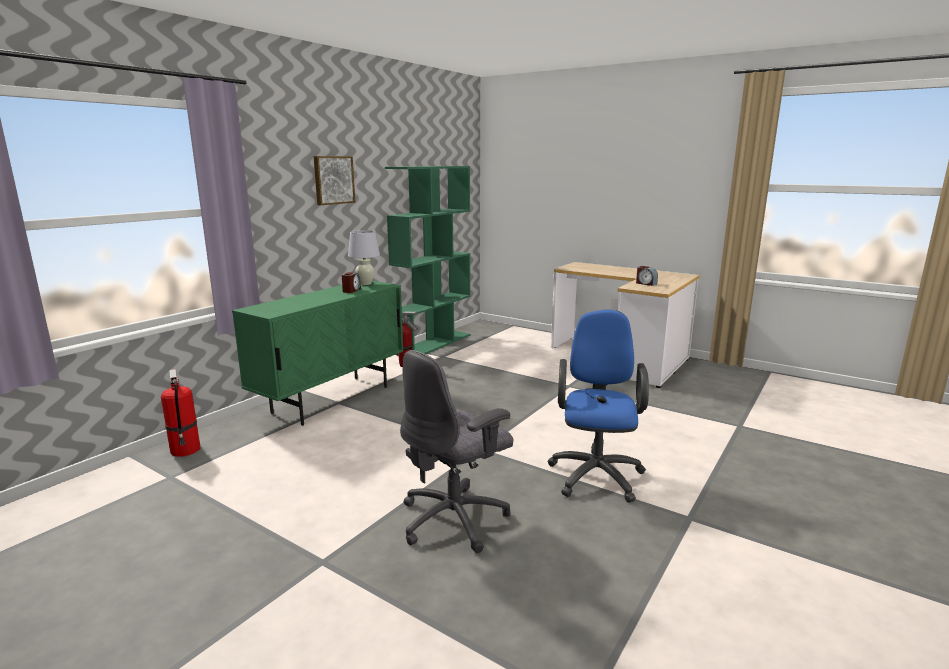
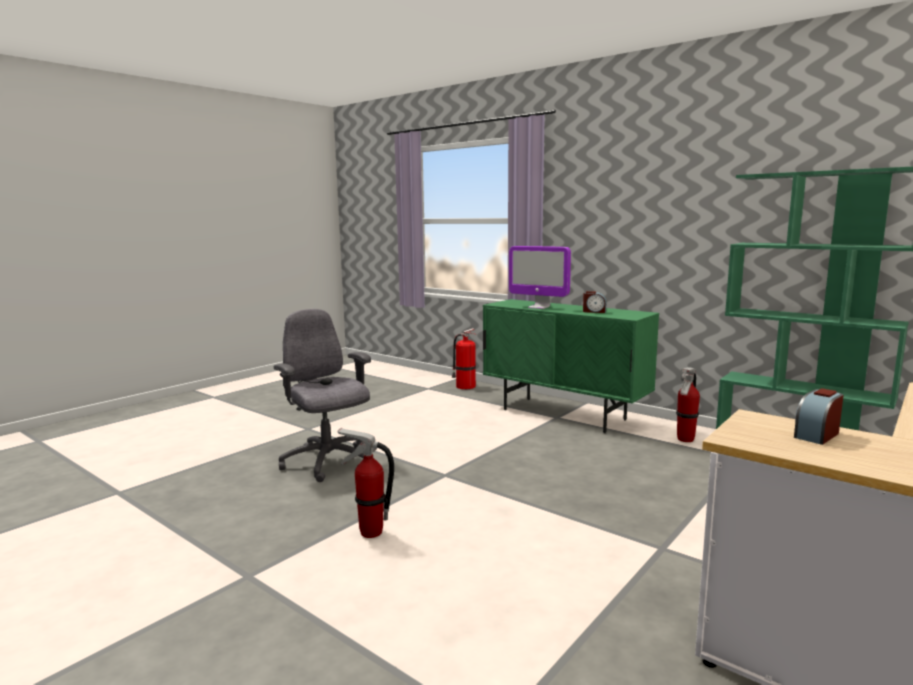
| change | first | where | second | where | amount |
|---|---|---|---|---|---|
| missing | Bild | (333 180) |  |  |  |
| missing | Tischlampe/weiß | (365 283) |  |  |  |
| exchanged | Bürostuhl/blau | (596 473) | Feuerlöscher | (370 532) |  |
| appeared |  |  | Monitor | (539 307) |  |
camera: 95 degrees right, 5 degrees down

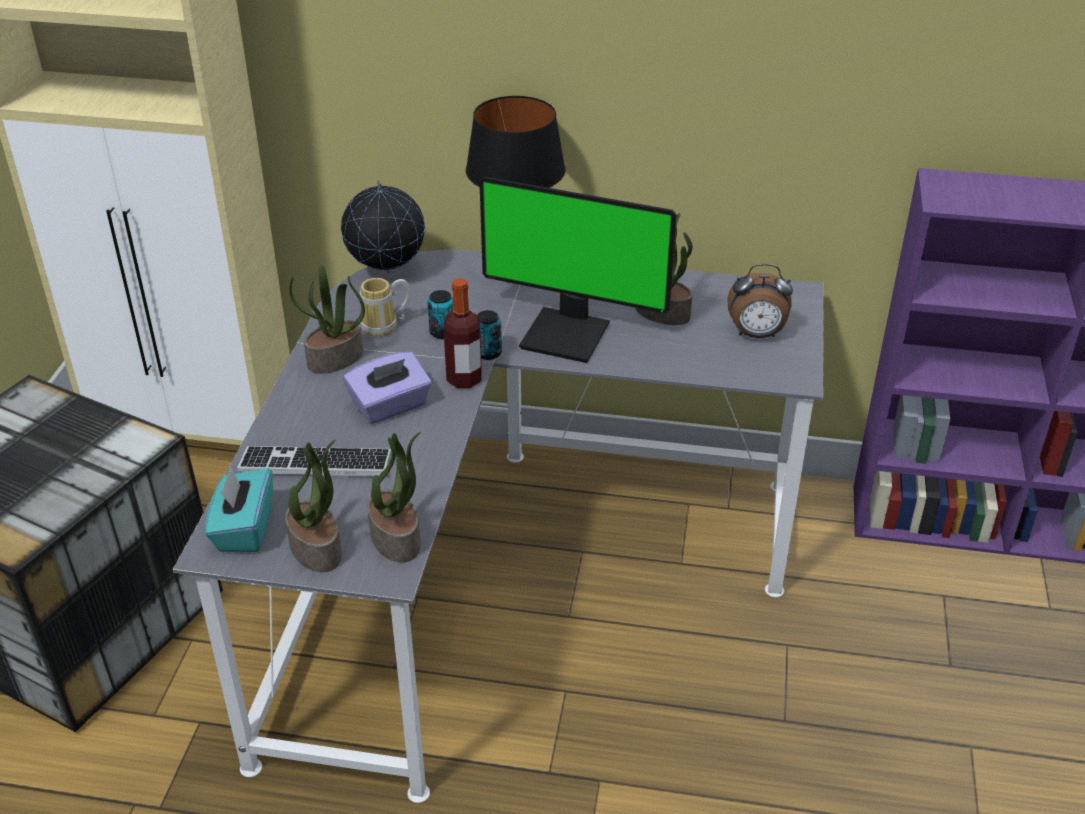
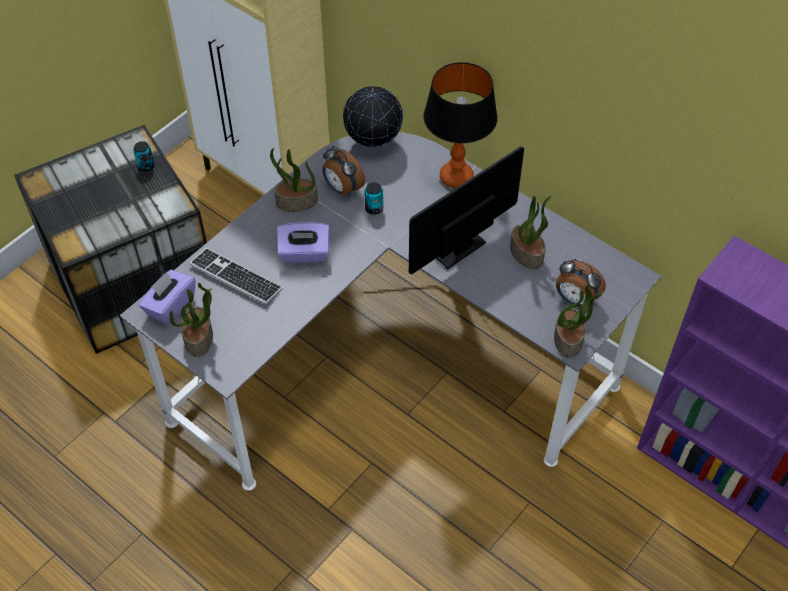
| change | first | where | second | where | amount |
|---|---|---|---|---|---|
| spun | Monitor | (568 334) |  | (451 244) | 90 degrees clockwise |
| exchanged | Henkelbecher | (385 327) | Wecker | (342 189) |  |
| missing | Flasche | (464 379) |  |  |  |
| relocated | Dose | (488 353) |  | (146 166) |  |
| relocated | Topfpflanze | (396 538) |  | (569 339) |  |
| colour | Taschentuchbox/türkis | (244 529) | Taschentuchbox/lila | (170 306) |  |
camera: 30 degrees right, 15 degrees up

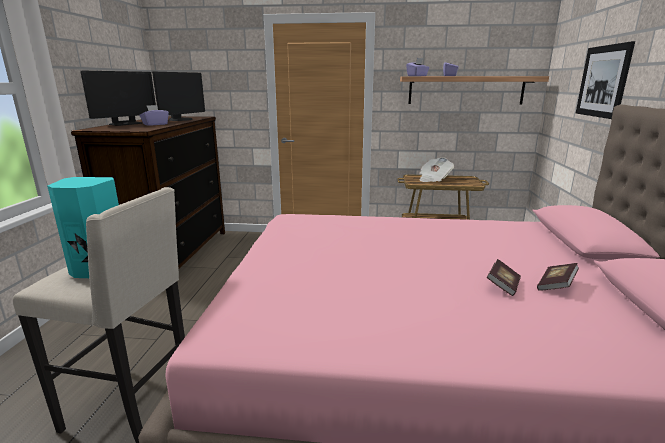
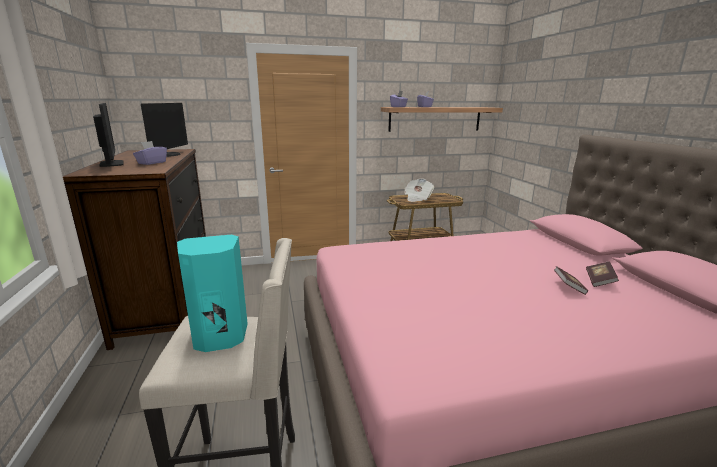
| change | first | where | second | where | amount |
|---|---|---|---|---|---|
| missing | Bild | (603 81) |  |  |  |
| spun | Monitor | (125 124) |  | (111 163) | 45 degrees counterclockwise |
camera: 20 degrees left, 0 degrees up

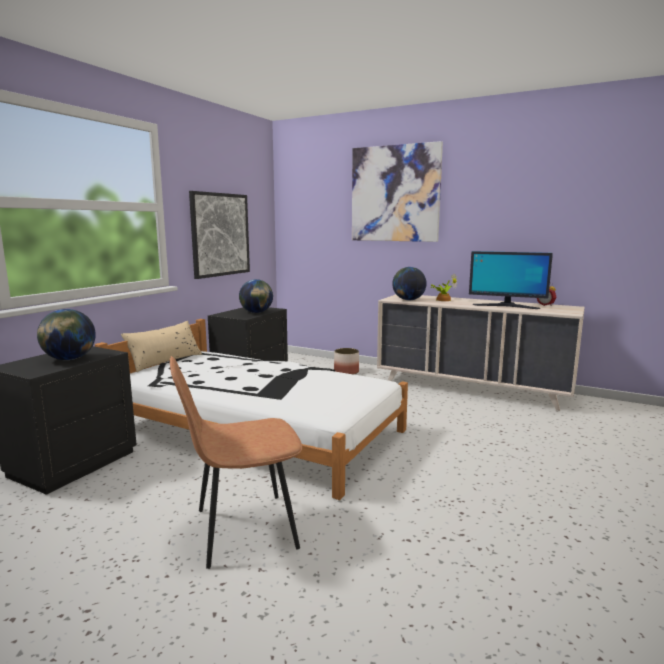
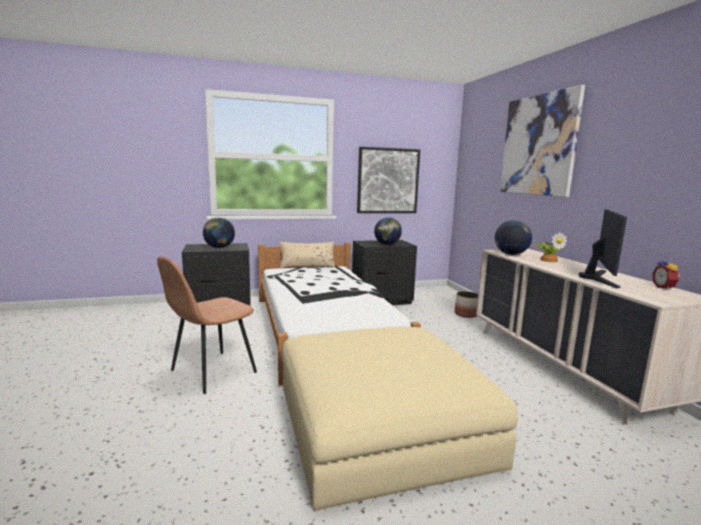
| change | first | where | second | where | amount |
|---|---|---|---|---|---|
| spun | Monitor | (506 306) |  | (598 278) | 135 degrees counterclockwise |
| spun | Stuhl/braun | (242 529) |  | (211 372) | 75 degrees counterclockwise |
| appeared |  |  | Polsterhocker/beige | (381 425) |  |
camera: 45 degrees right, 0 degrees up

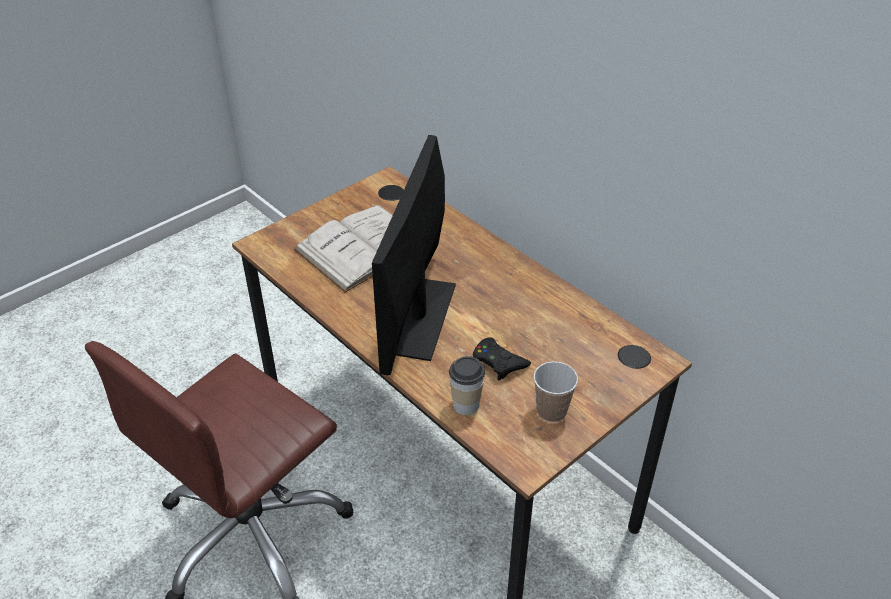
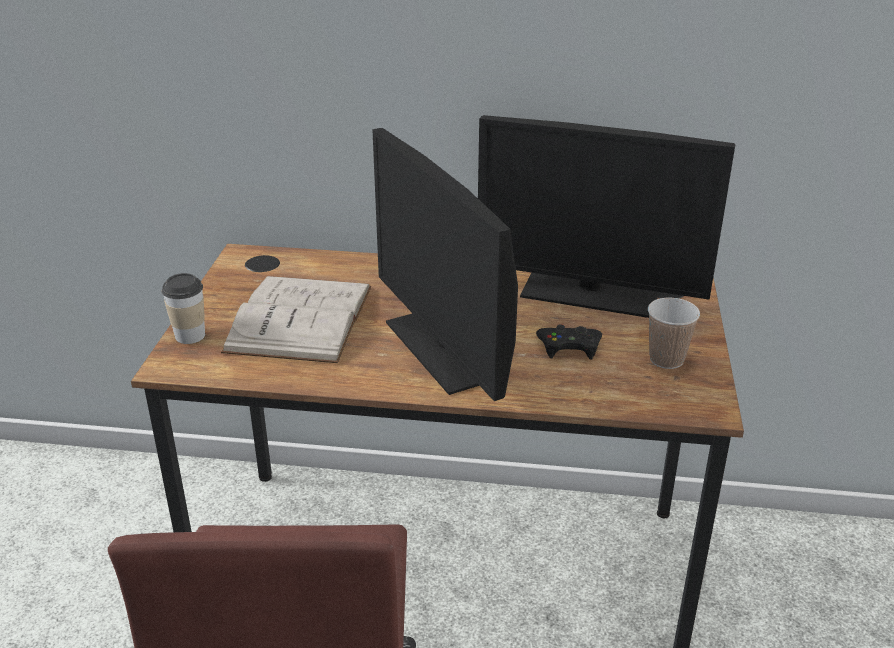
| change | first | where | second | where | amount |
|---|---|---|---|---|---|
| relocated | Tasse | (466 405) |  | (190 335) |  |
| appeared |  |  | Monitor | (590 293) |  |
camera: 40 degrees left, 10 degrees down

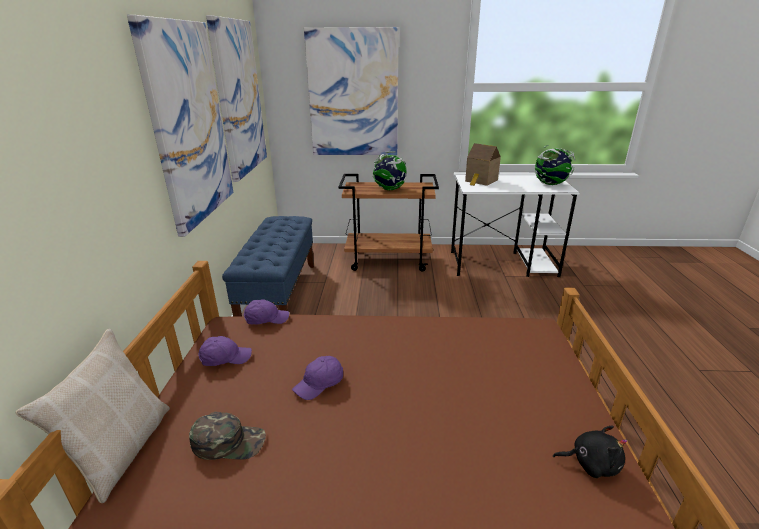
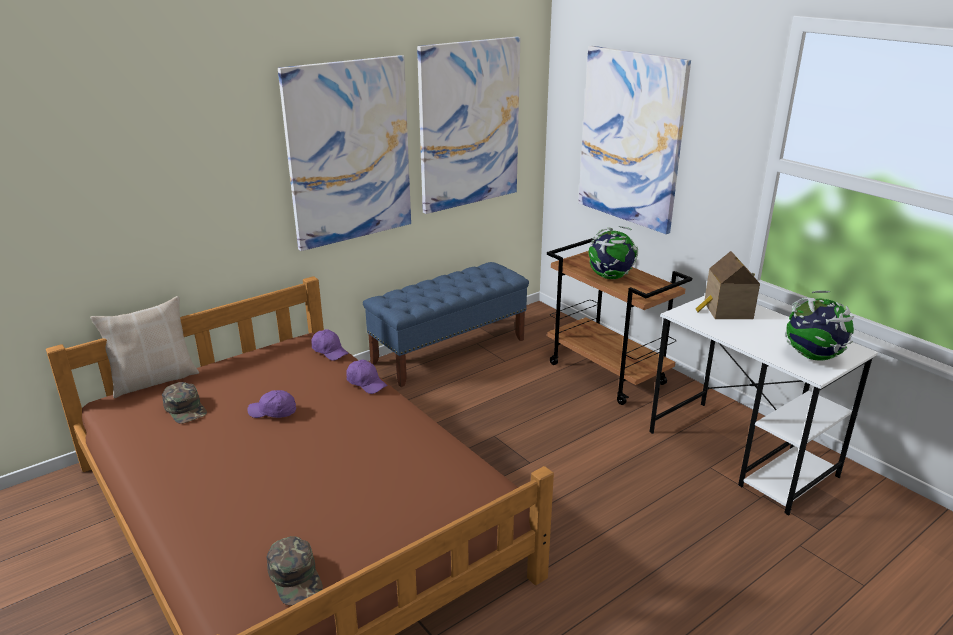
| change | first | where | second | where | amount |
|---|---|---|---|---|---|
| relocated | Kappe/lila | (225 358) |  | (366 383) |  |
| exchanged | Plüschtier/schwarz | (591 463) | Kappe/grün | (296 577) |  |
camera: 50 degrees right, 0 degrees up

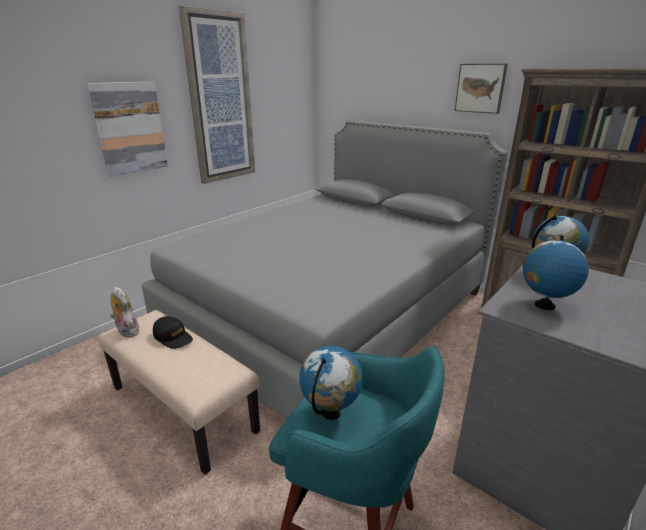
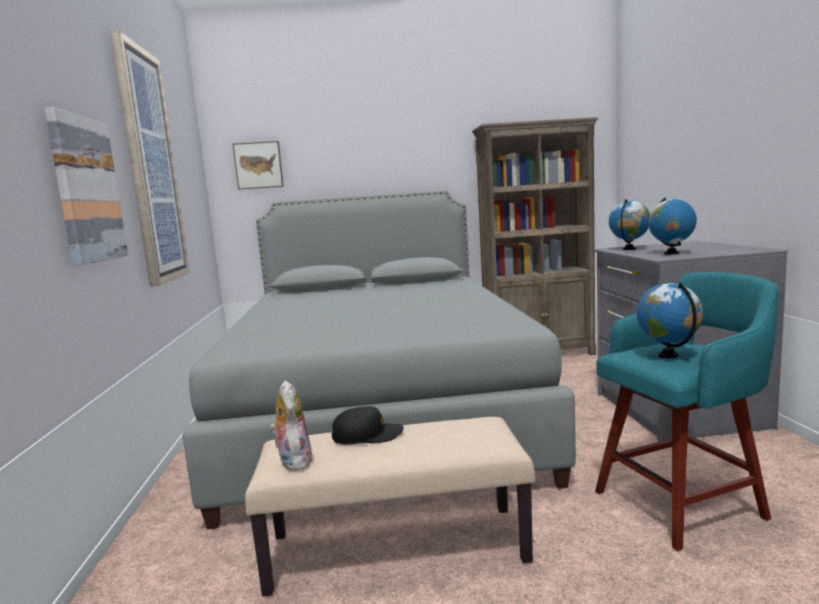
| change | first | where | second | where | amount |
|---|---|---|---|---|---|
| relocated | Bild | (480 88) |  | (258 165) |  |
| spun | Plüschtier | (126 331) |  | (293 461) | 75 degrees clockwise |
camera: 45 degrees left, 15 degrees down

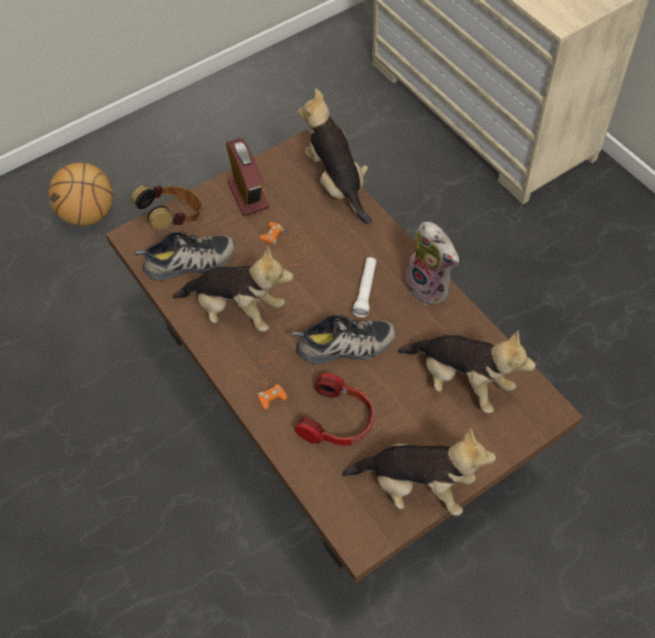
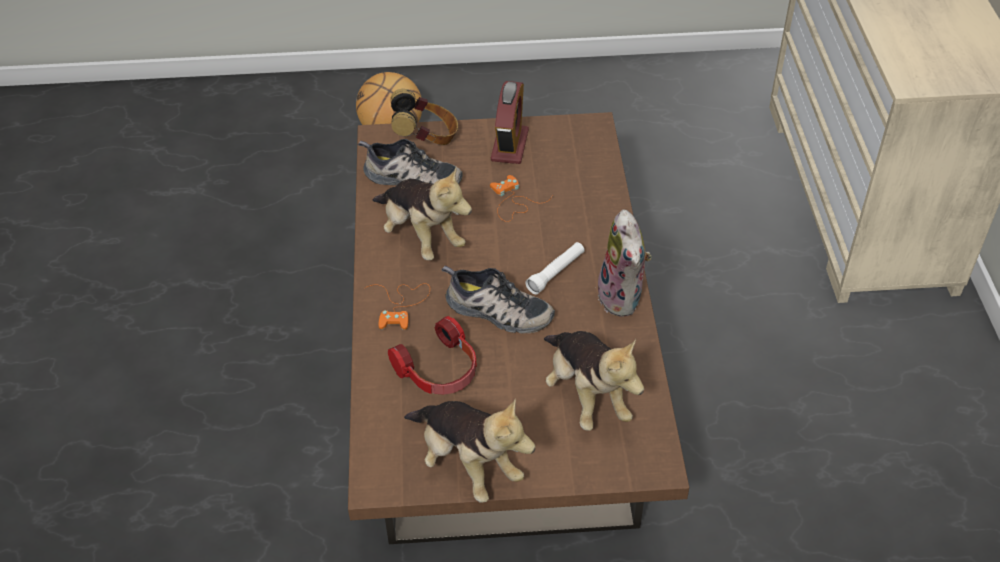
| change | first | where | second | where | amount |
|---|---|---|---|---|---|
| missing | Plüschtier | (337 183) |  |  |  |
camera: 30 degrees right, 10 degrees down

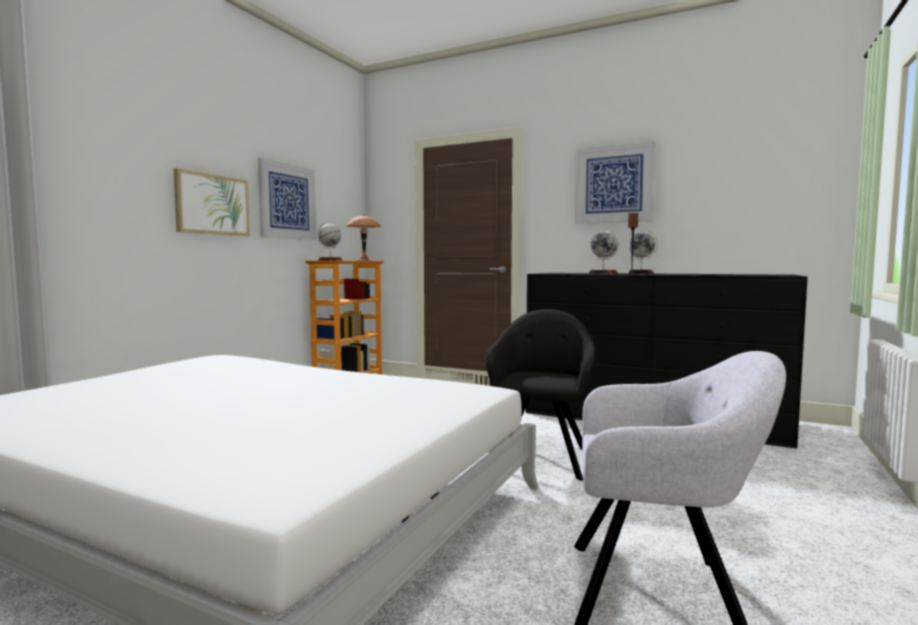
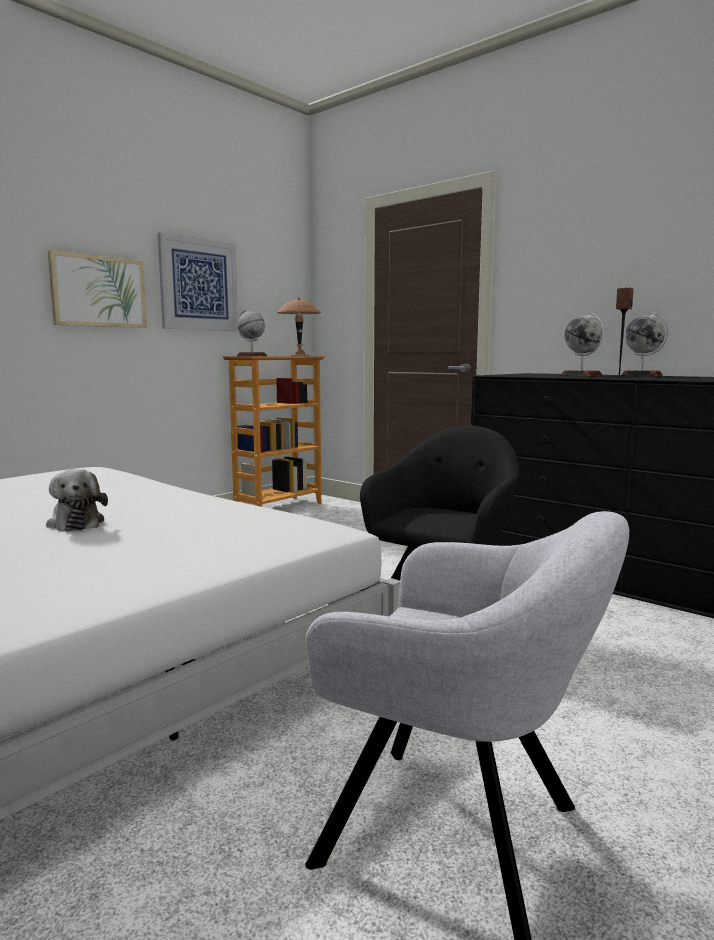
| change | first | where | second | where | amount |
|---|---|---|---|---|---|
| missing | Bild | (614 184) |  |  |  |
| appeared |  |  | Plüschtier | (76 523) |  |
camera: 15 degrees right, 5 degrees up

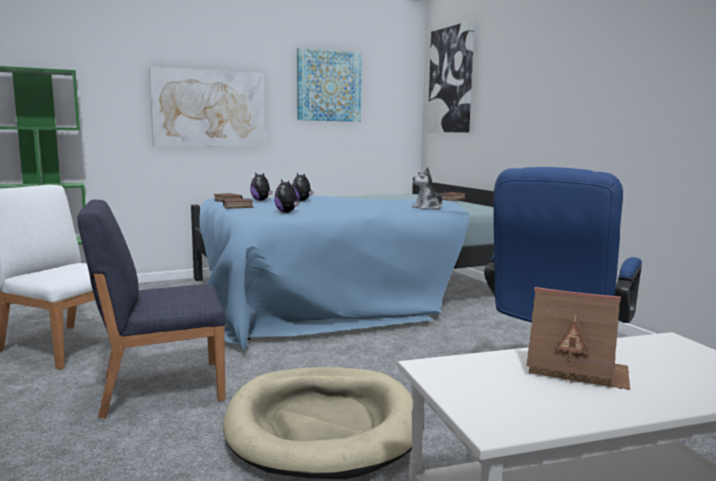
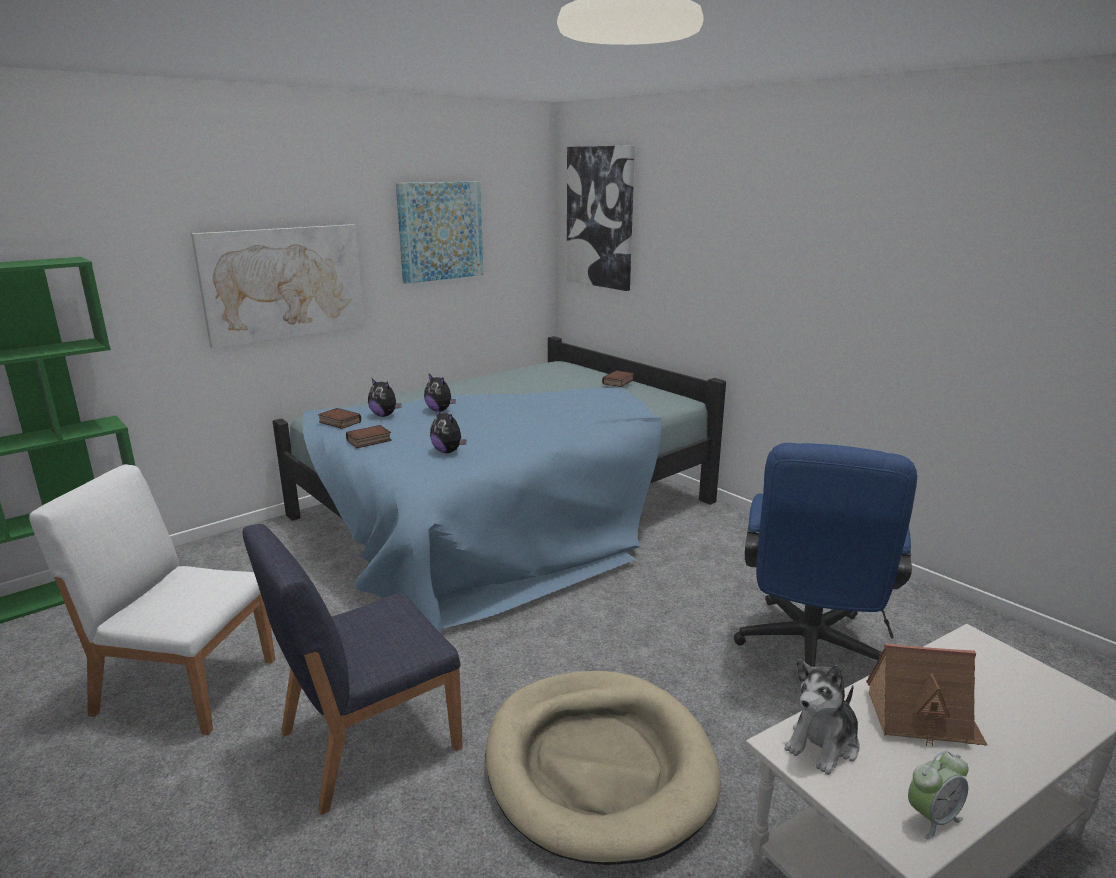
| change | first | where | second | where | amount |
|---|---|---|---|---|---|
| relocated | Plüschtier | (428 207) |  | (823 744) |  |
| appeared |  |  | Wecker | (932 817) |  |
camera: 15 degrees left, 10 degrees up

